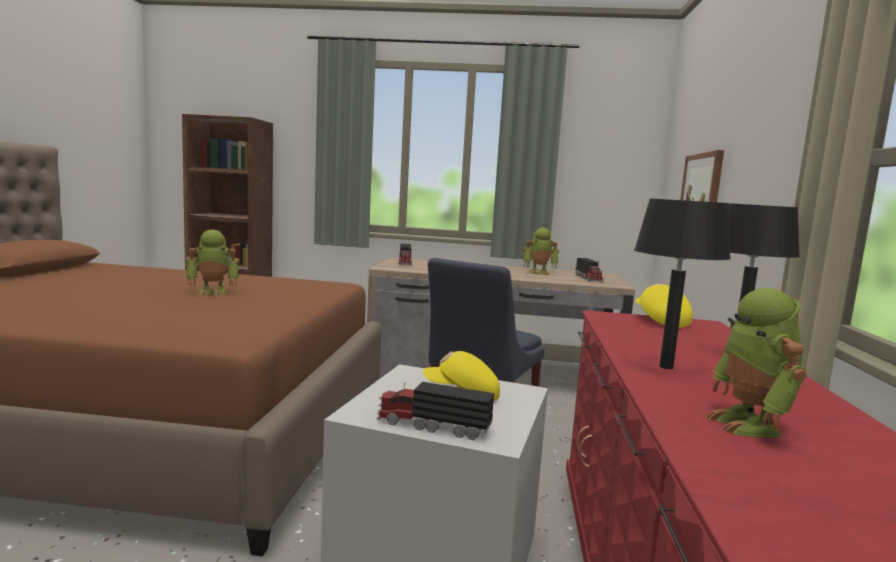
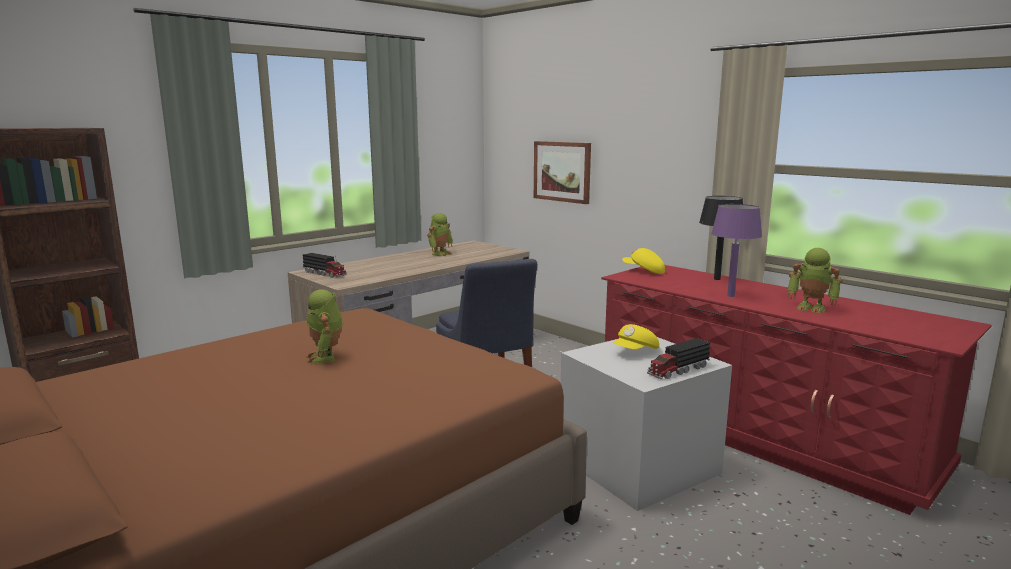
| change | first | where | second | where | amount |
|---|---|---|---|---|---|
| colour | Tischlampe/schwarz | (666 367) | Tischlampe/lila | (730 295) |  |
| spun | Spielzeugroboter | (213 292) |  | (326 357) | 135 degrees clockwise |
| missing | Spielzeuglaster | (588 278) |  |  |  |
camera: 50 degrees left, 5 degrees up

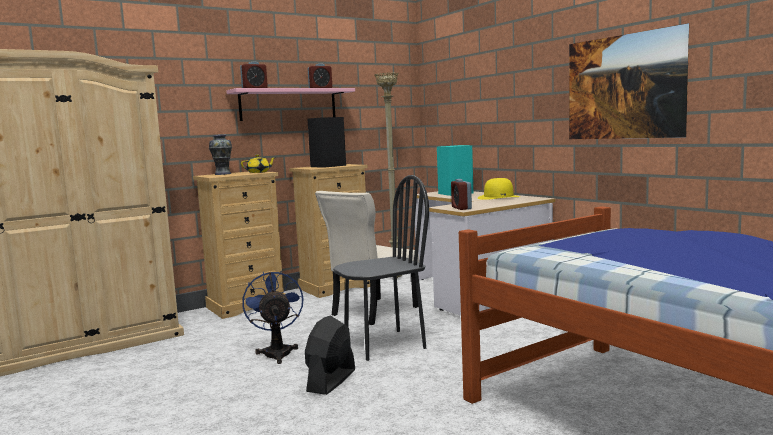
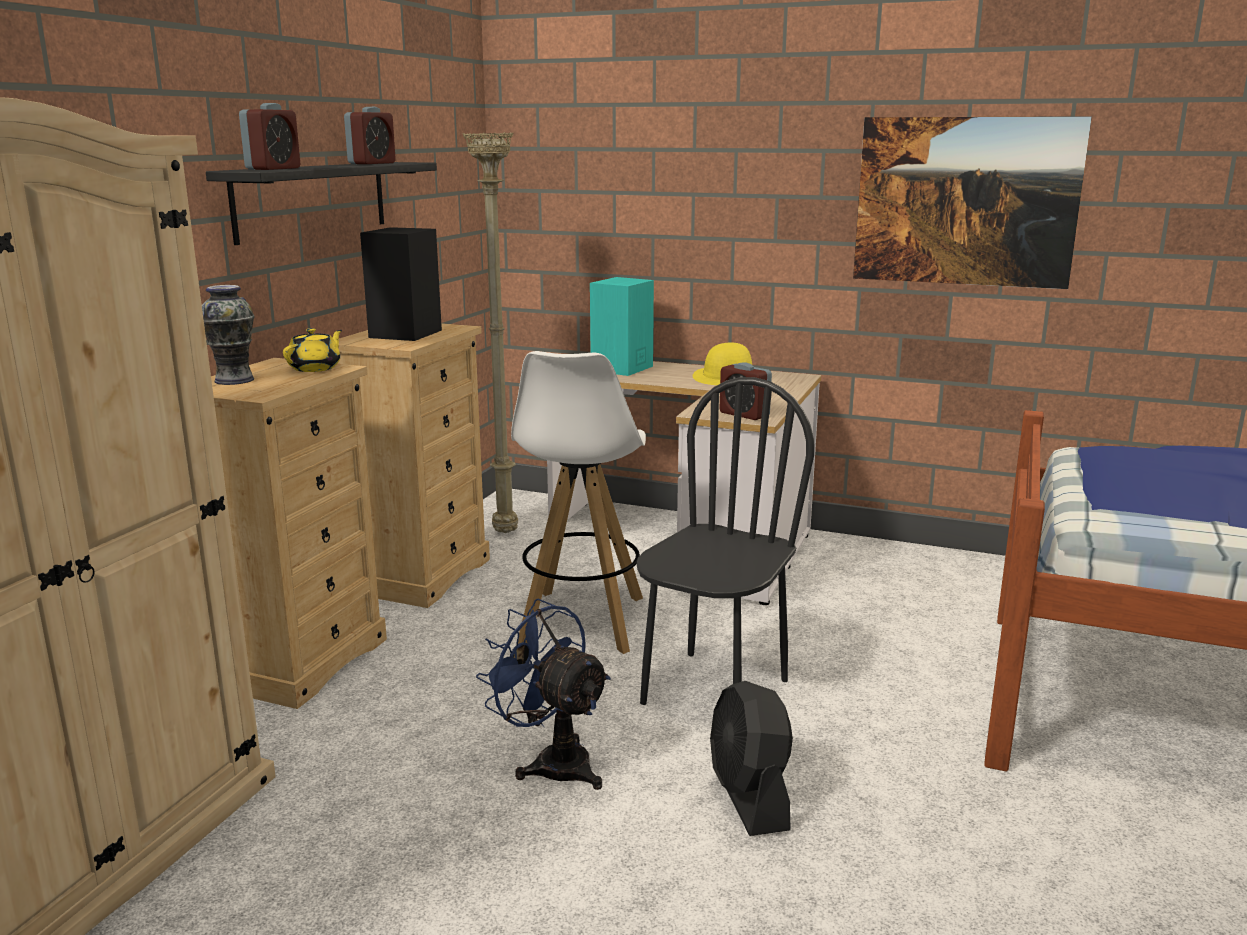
| change | first | where | second | where | amount |
|---|---|---|---|---|---|
| colour | Wandregal/rosa | (288 104) | Wandregal/schwarz | (312 200) |  |
| exchanged | Stuhl/beige | (372 312) | Hocker/weiß | (581 621) |  |
camera: 35 degrees left, 10 degrees up

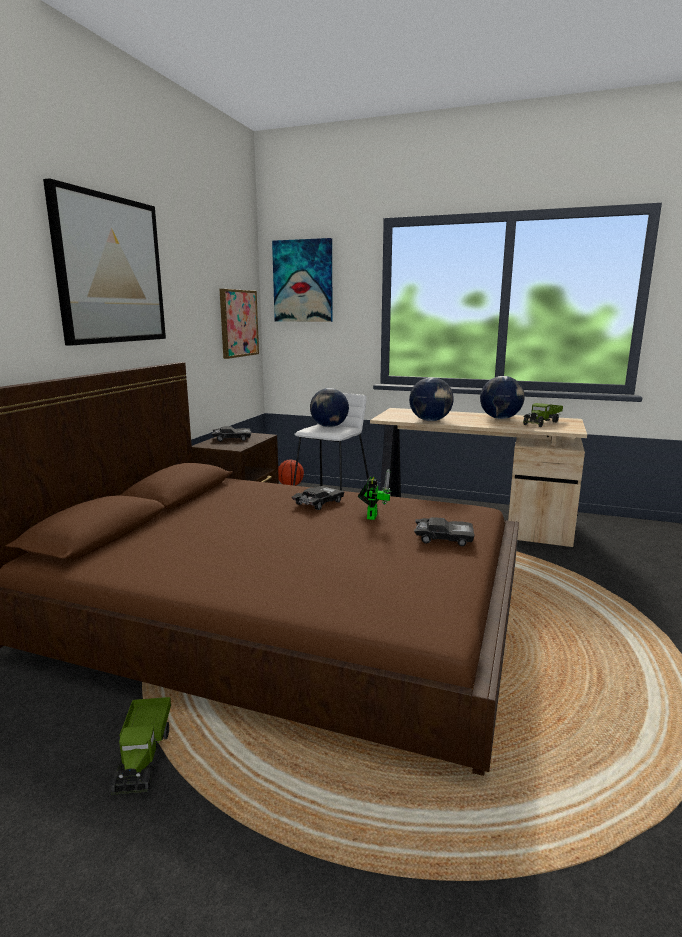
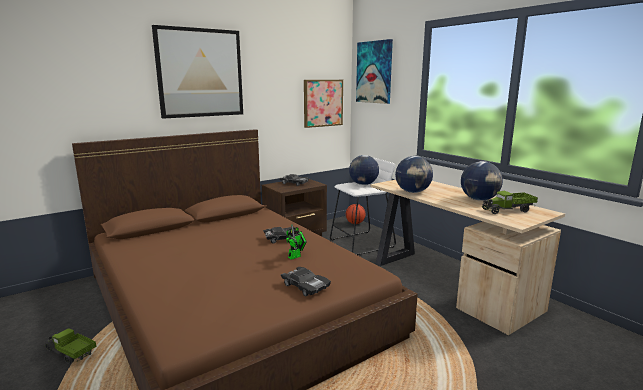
| change | first | where | second | where | amount |
|---|---|---|---|---|---|
| spun | Spielzeuglaster | (144 755) |  | (70 353) | 90 degrees clockwise |
camera: 35 degrees right, 0 degrees up

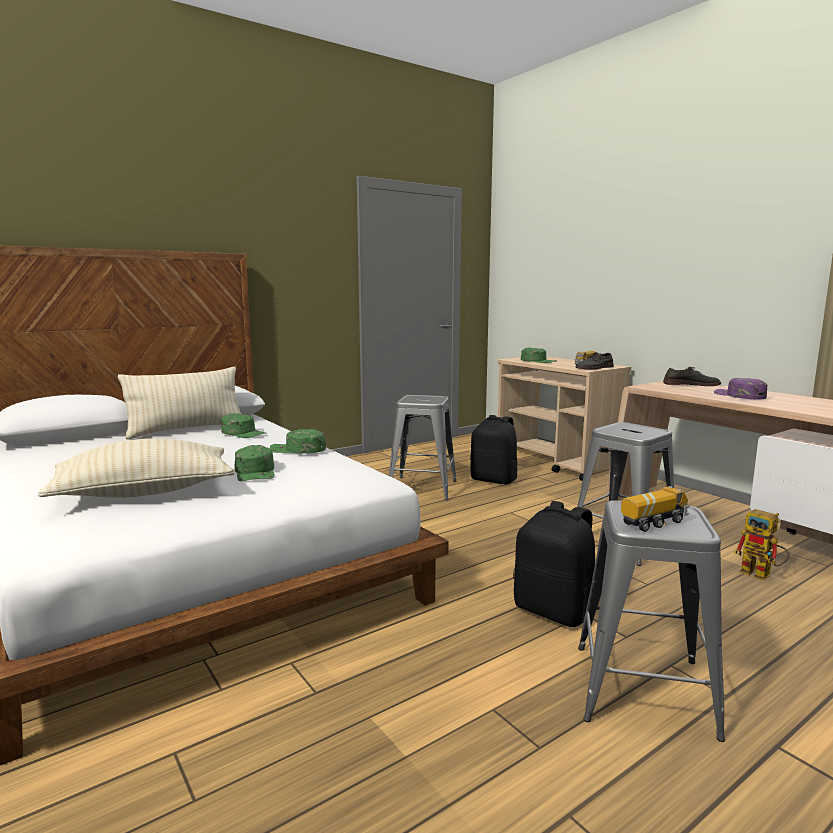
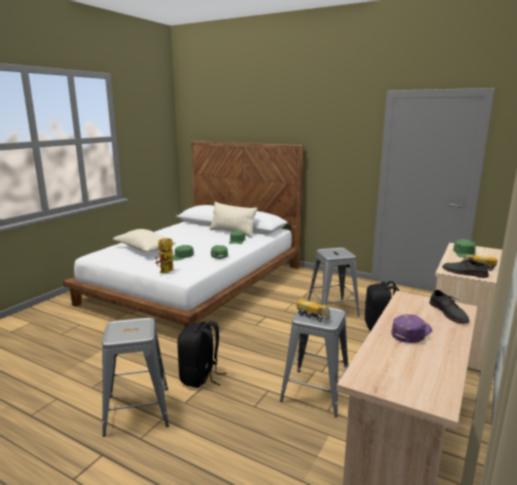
| change | first | where | second | where | amount |
|---|---|---|---|---|---|
| relocated | Spielzeuglaster | (654 523) |  | (313 316) |  |
| relocated | Spielzeugroboter | (762 575) |  | (166 272) |  |
camera: 65 degrees right, 5 degrees up

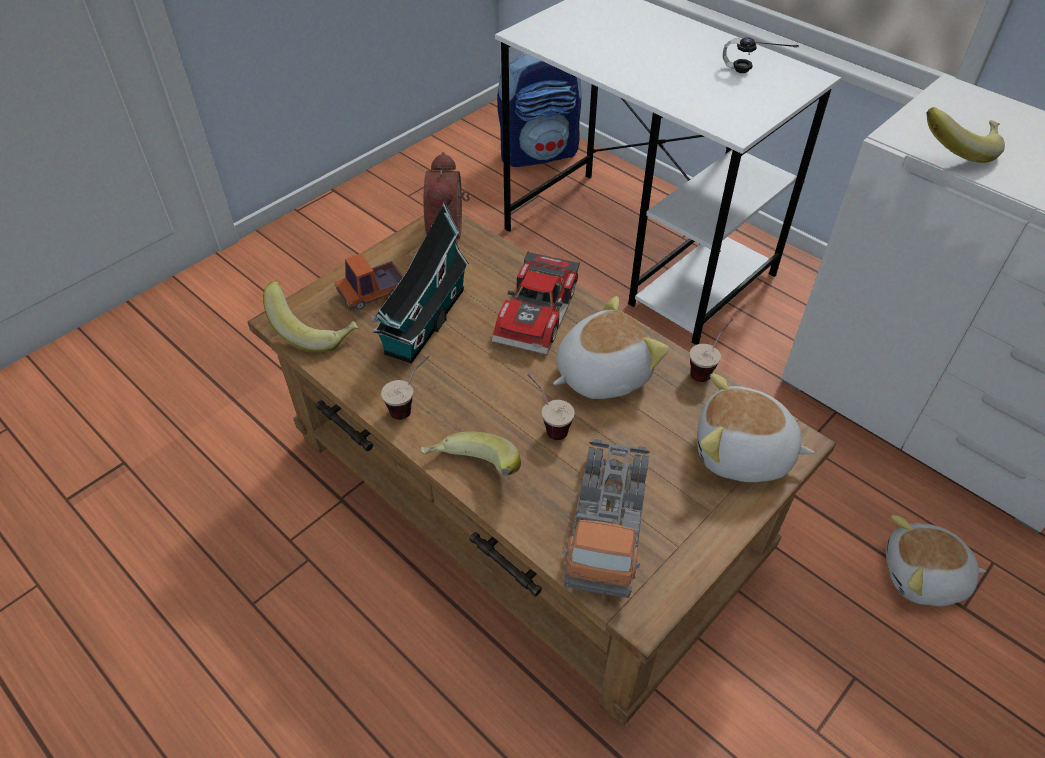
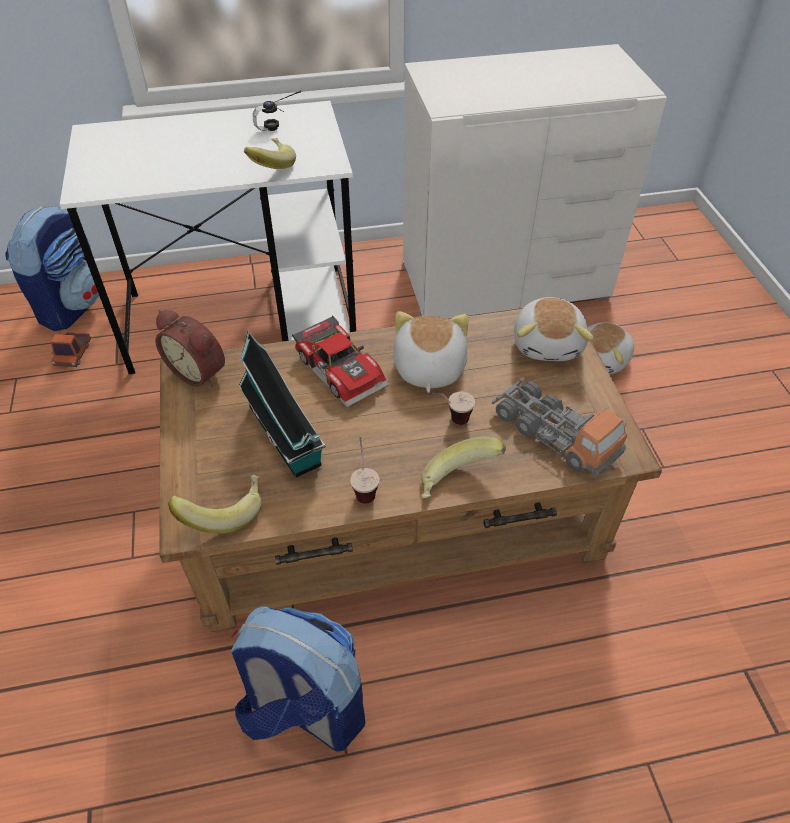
| change | first | where | second | where | amount |
|---|---|---|---|---|---|
| relocated | Banane | (957 150) |  | (270 166) |  |
| relocated | Spielzeuglaster | (372 292) |  | (73 354) |  |
| missing | Tasse | (707 368) |  |  |  |
| spun | Plüschtier | (742 454) |  | (548 344) | 45 degrees counterclockwise |
| appeared |  |  | Rucksack | (304 709) |  |
camera: 55 degrees left, 0 degrees up

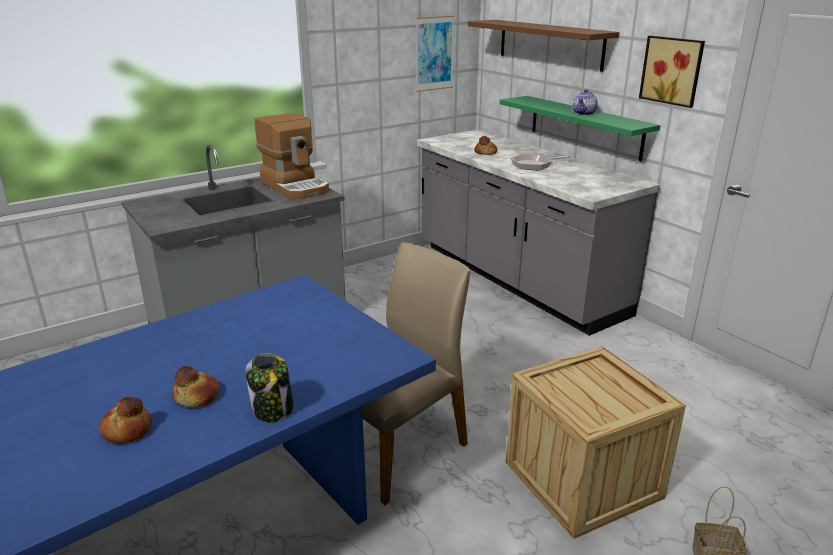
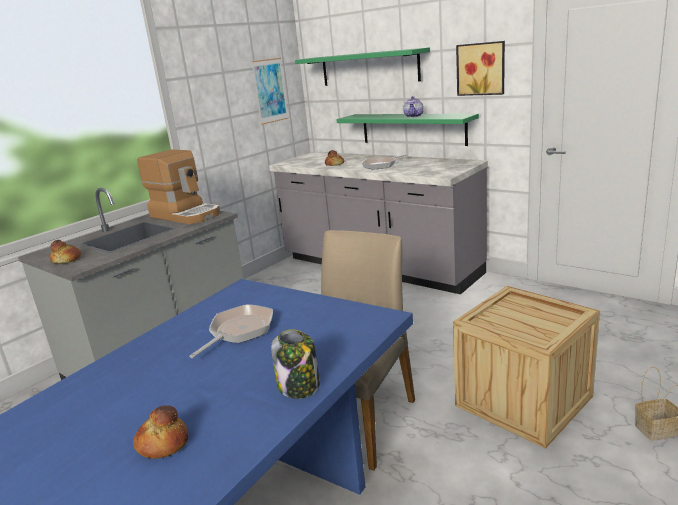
| change | first | where | second | where | amount |
|---|---|---|---|---|---|
| colour | Wandregal/braun | (549 44) | Wandregal/grün | (369 68) |  |
| relocated | Brot | (197 396) |  | (67 259) |  |
| appeared |  |  | Pfanne | (239 331) |  |
camera: 15 degrees left, 5 degrees down

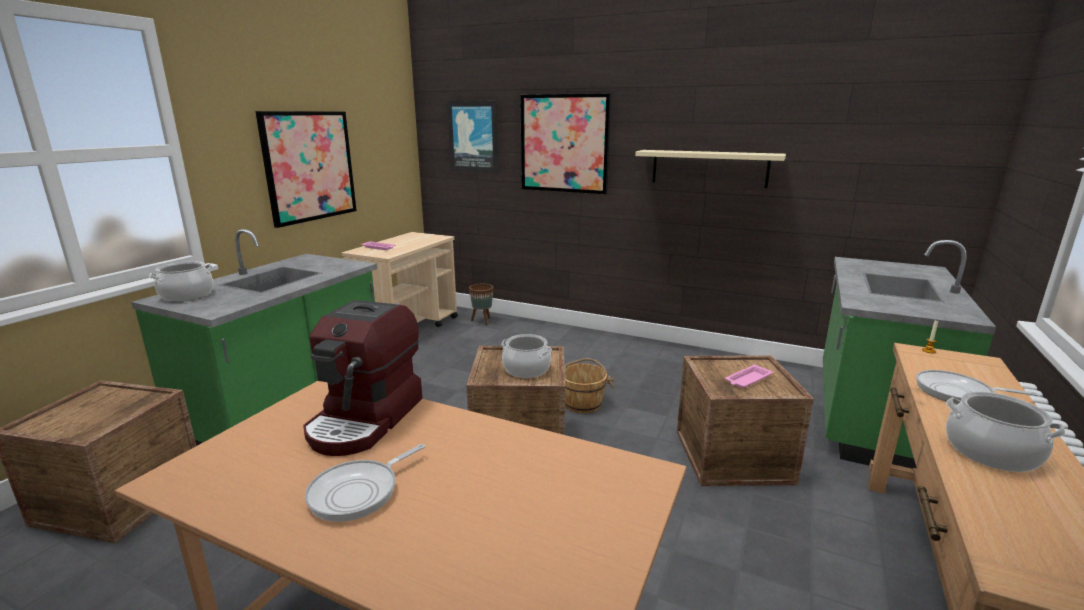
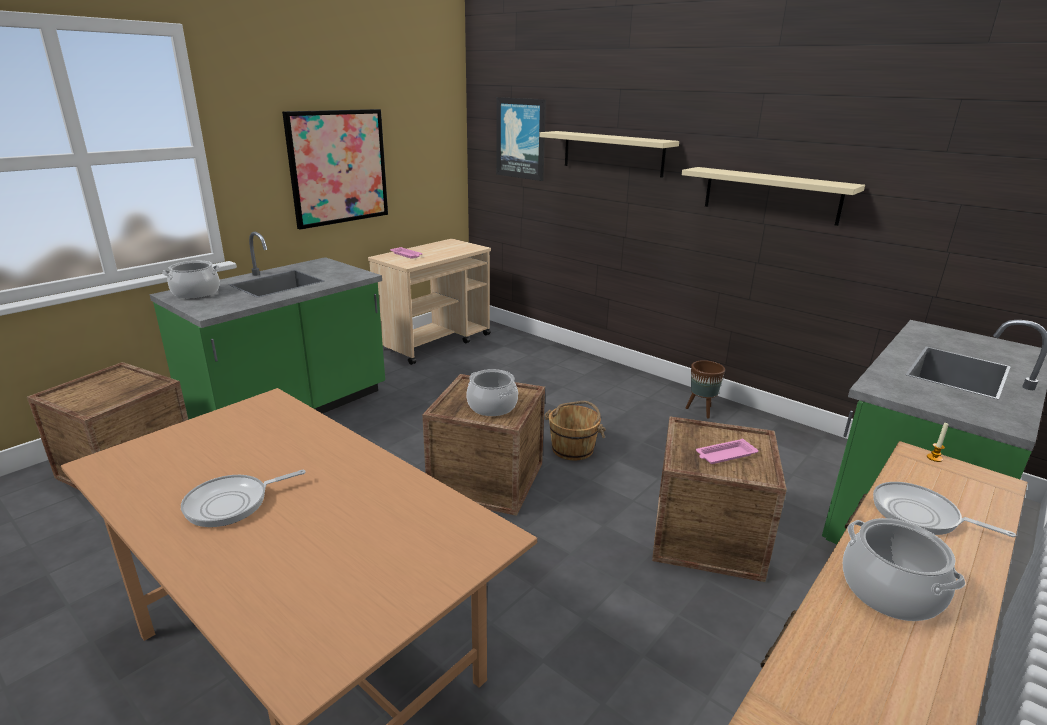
| change | first | where | second | where | amount |
|---|---|---|---|---|---|
| exchanged | Bild | (564 144) | Wandregal/beige | (613 153) |  |
| relocated | Pflanzkübel/braun | (482 321) |  | (701 411) |  |
| missing | Kaffeemaschine | (366 419) |  |  |  |
camera: 15 degrees right, 5 degrees up

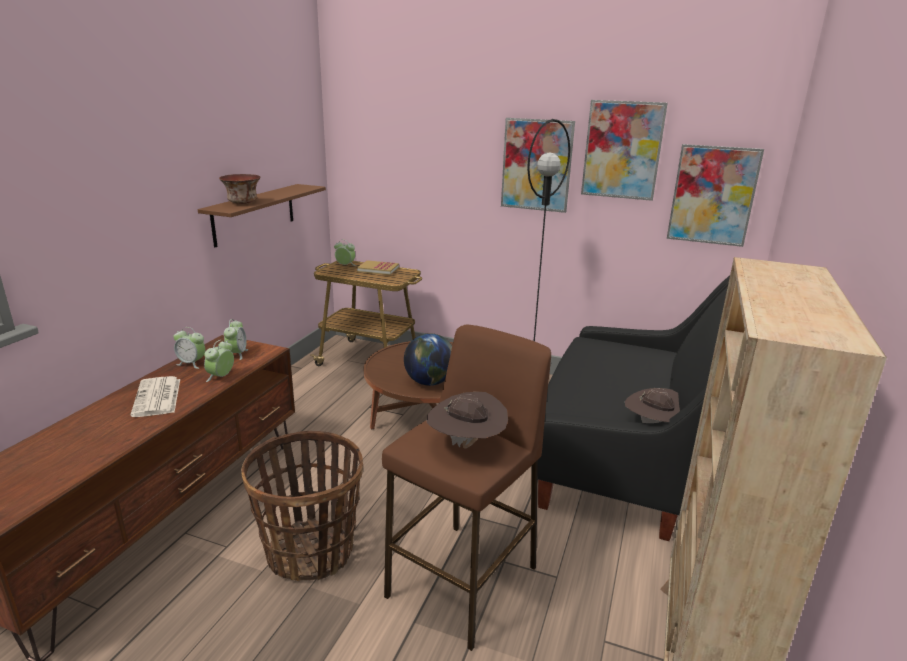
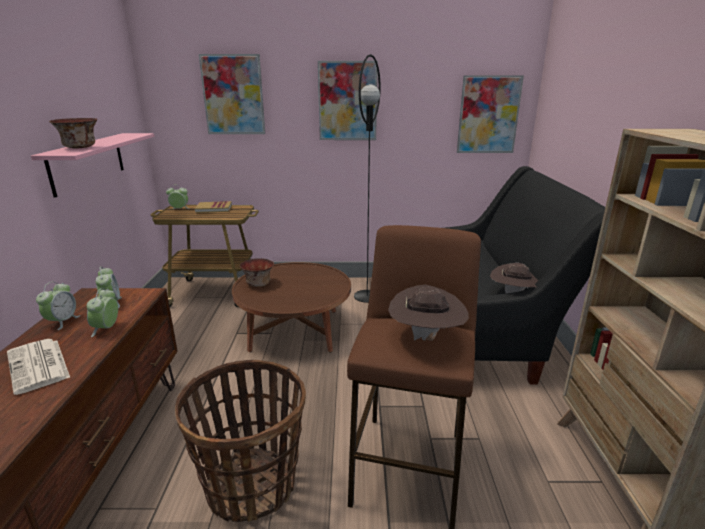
| change | first | where | second | where | amount |
|---|---|---|---|---|---|
| relocated | Bild | (622 150) |  | (233 95) |  |
| colour | Wandregal/braun | (254 214) | Wandregal/rosa | (88 162) |  |
| spun | Wecker | (192 363) |  | (62 322) | 75 degrees counterclockwise |
| missing | Globus | (430 382) |  |  |  |
| appeared |  |  | Schüssel | (258 284) |  |
camera: 20 degrees left, 0 degrees up

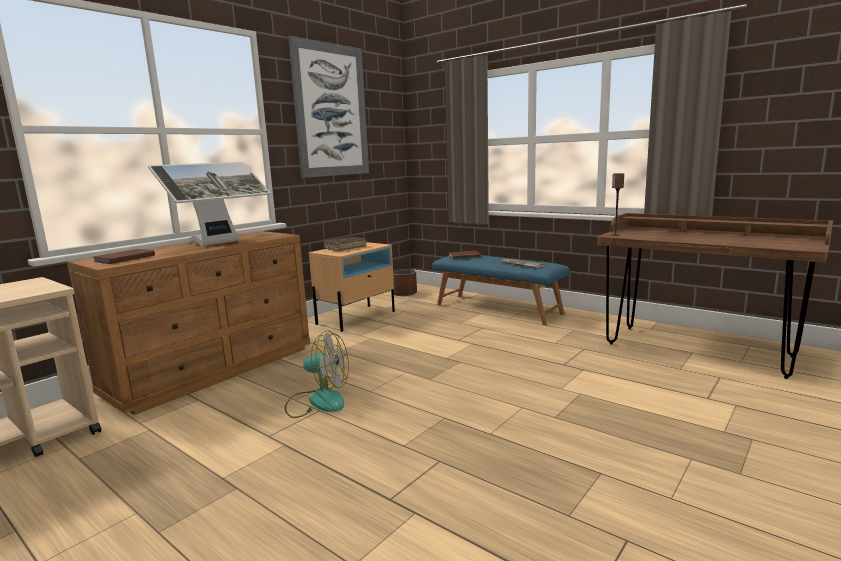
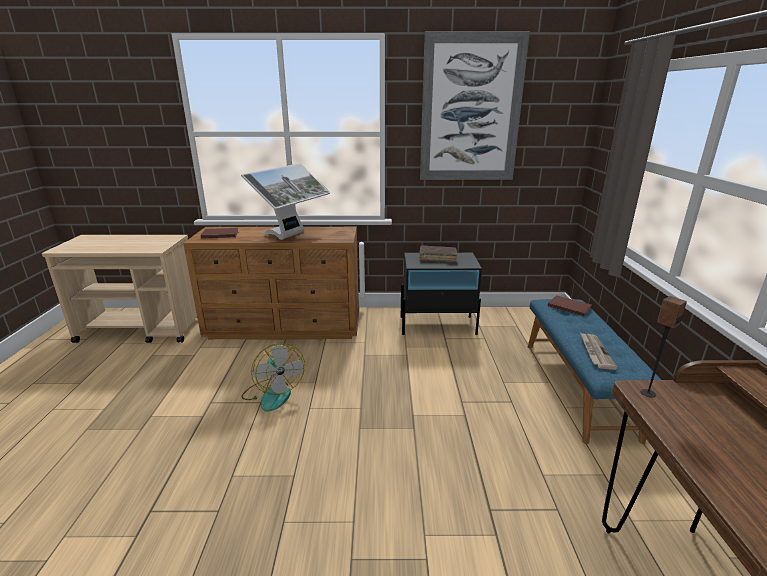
| change | first | where | second | where | amount |
|---|---|---|---|---|---|
| spun | Monitor | (219 243) |  | (291 235) | 60 degrees counterclockwise |
| colour | Nachttisch/beige | (356 317) | Nachttisch/schwarz | (438 325) |  |
| missing | Pflanzkübel/braun | (404 293) |  |  |  |
camera: 50 degrees right, 10 degrees up

